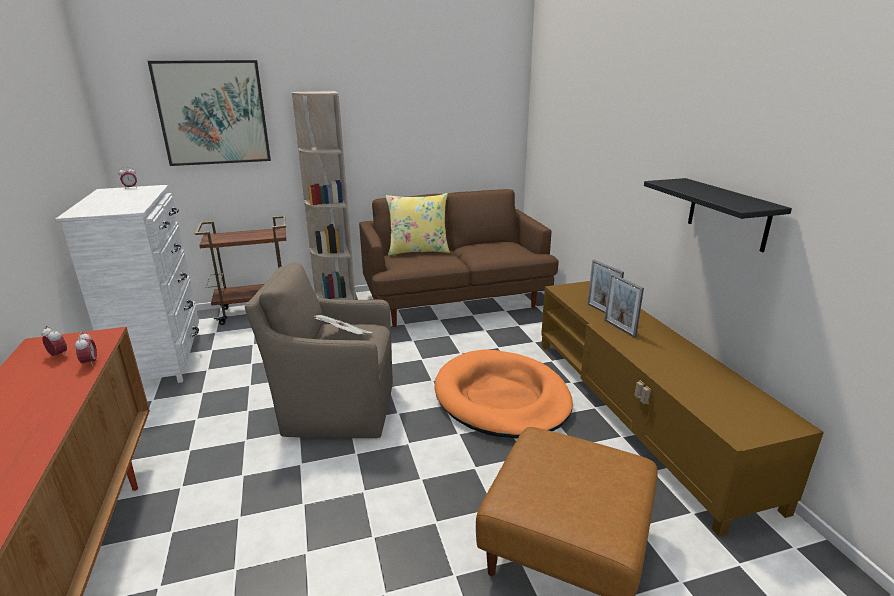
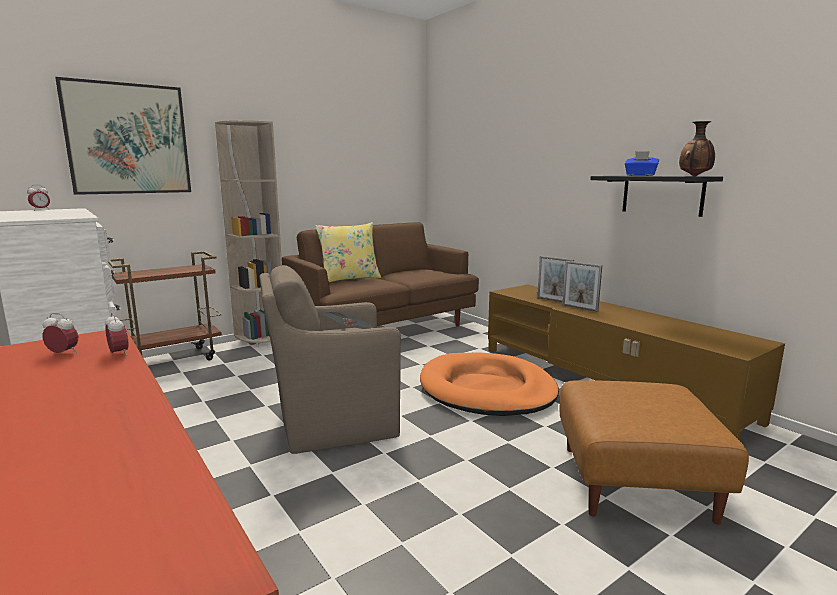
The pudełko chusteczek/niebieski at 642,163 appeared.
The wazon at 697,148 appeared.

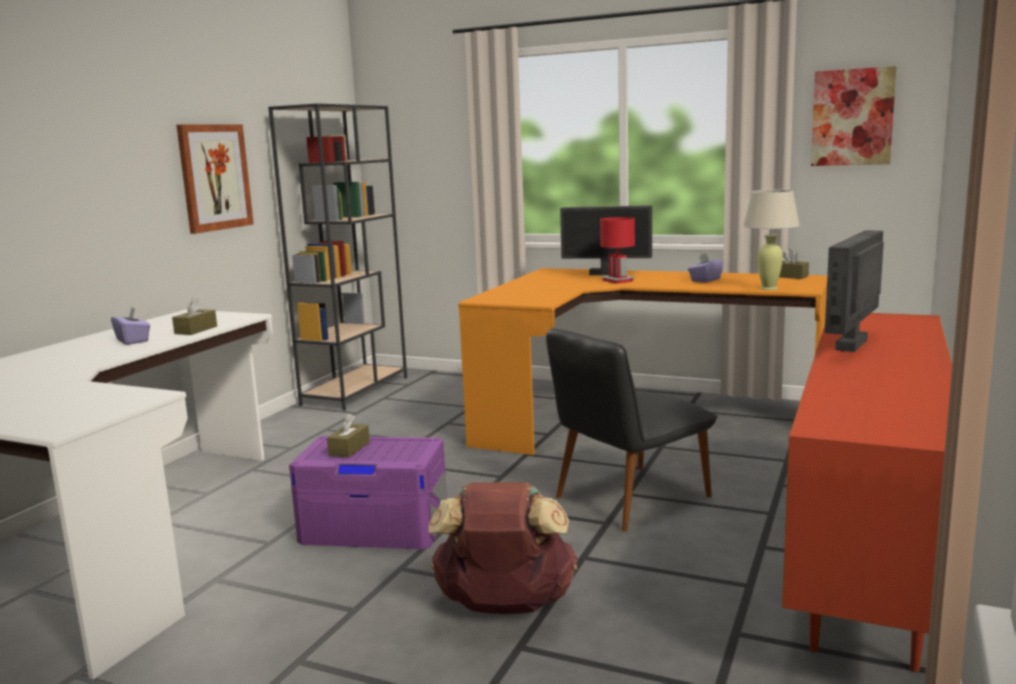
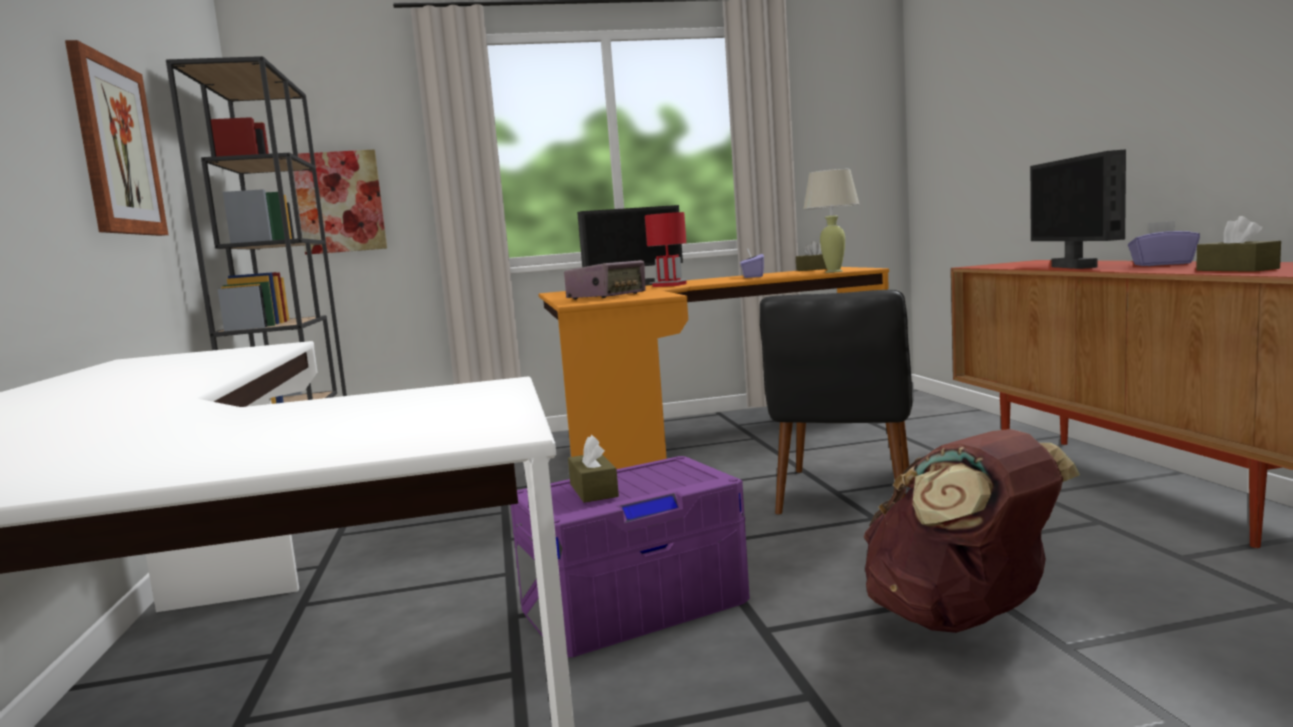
The radio at 604,280 appeared.
The pudełko chusteczek/fioletowy moved from 130,325 to 1164,243.
The pudełko chusteczek/brązowy moved from 194,316 to 1238,244.
The obraz moved from 853,116 to 340,202.

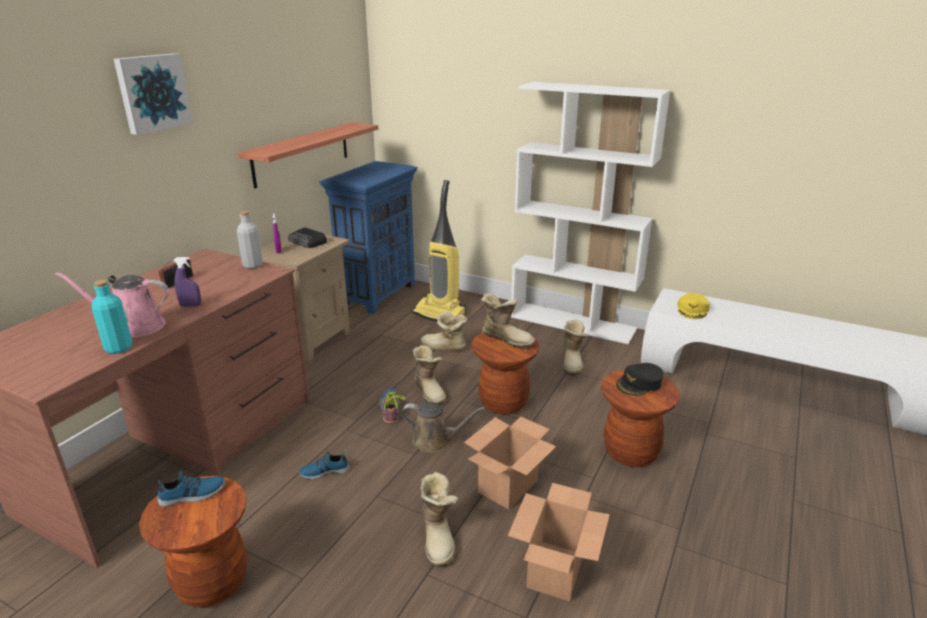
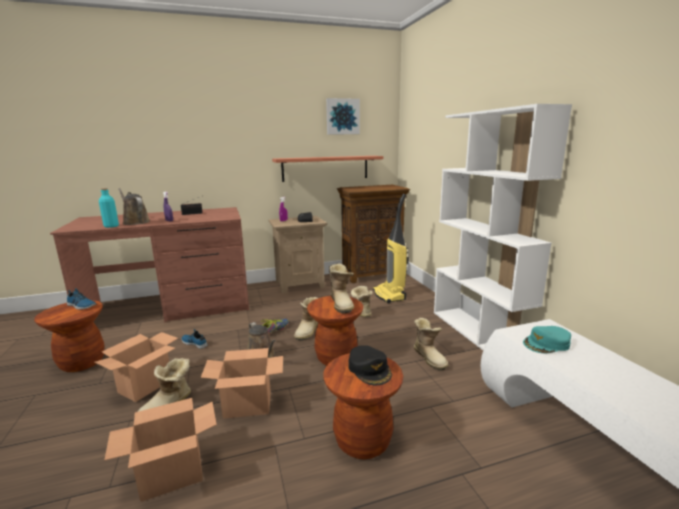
The butelka/szary at 250,240 disappeared.
The karton at 136,367 appeared.
The obraz moved from 153,94 to 343,116.
The konewka/różowy at 112,305 became the konewka/brązowy at 134,206.
The szafka/niebieski at 368,237 became the szafka/brązowy at 373,234.
The czapka z daszkiem/żółty at 693,306 became the czapka z daszkiem/turkusowy at 547,339.
The but z cholewką at 576,348 turned 75 degrees counterclockwise.
The czapka z daszkiem/czarny at 639,379 turned 120 degrees counterclockwise.

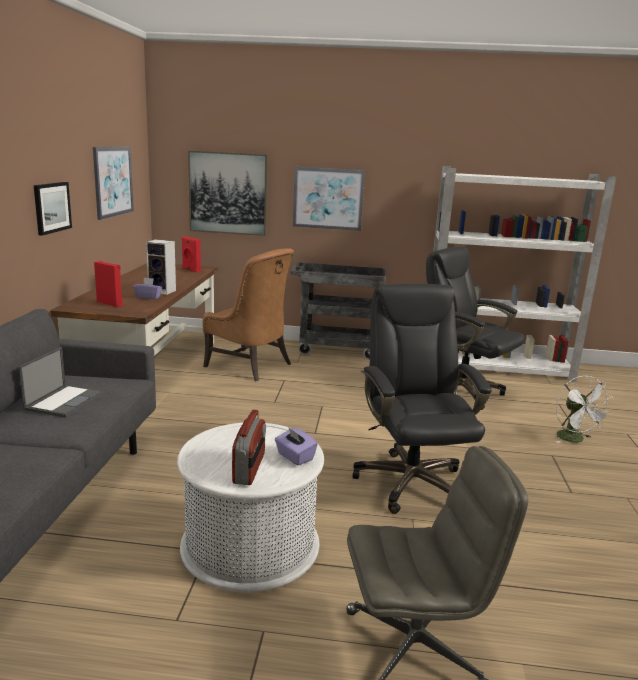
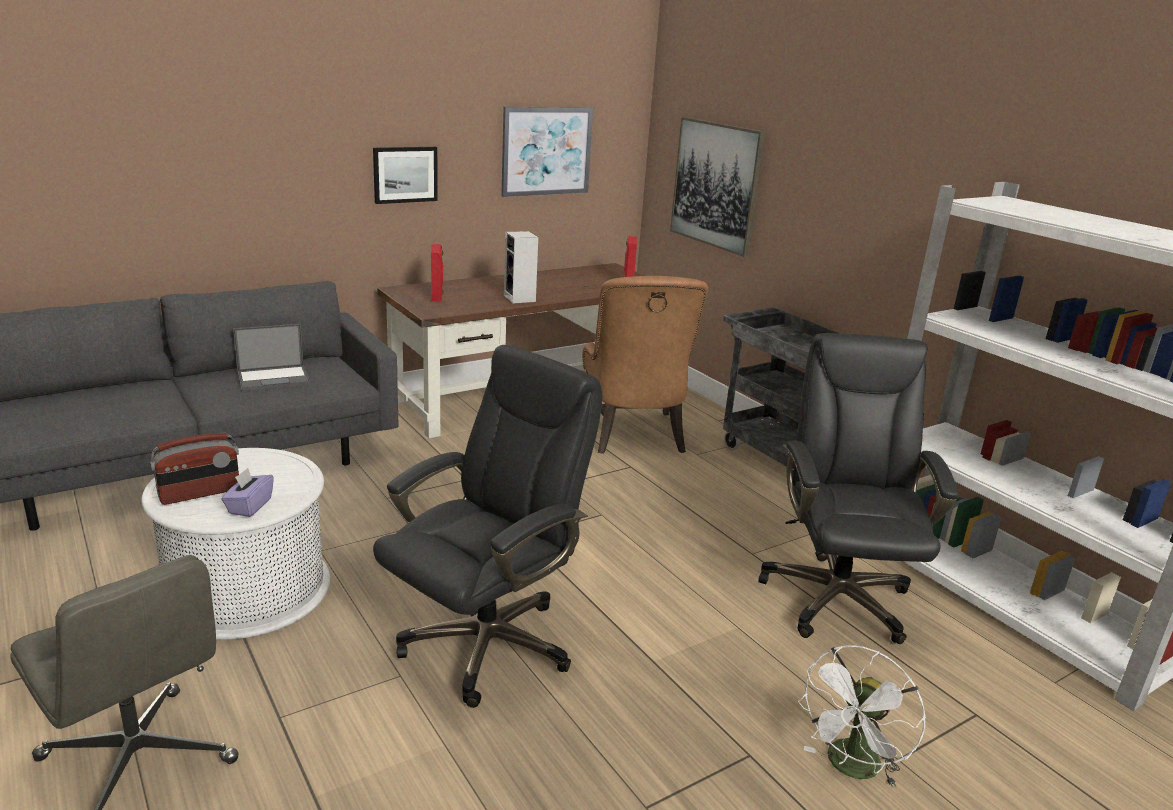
The pudełko chusteczek/fioletowy at 147,288 disappeared.
The obraz at 329,199 disappeared.

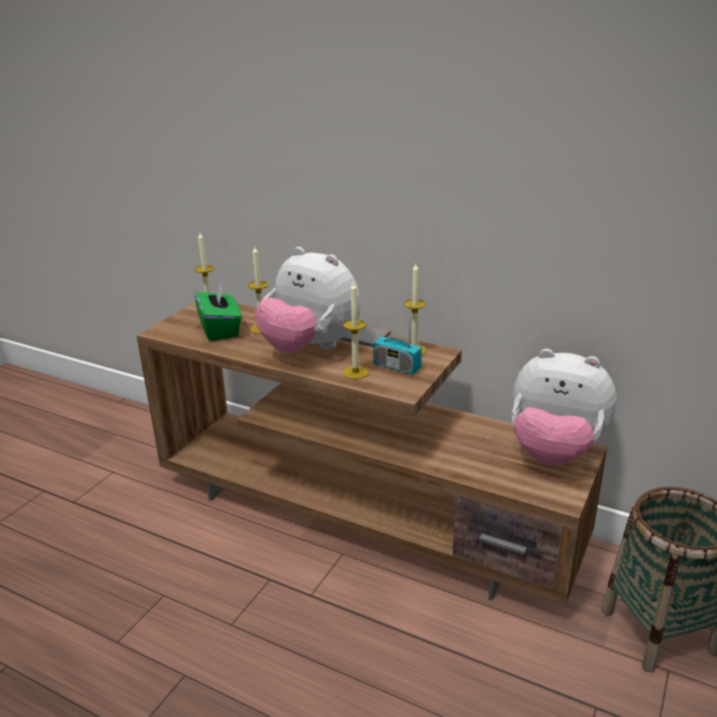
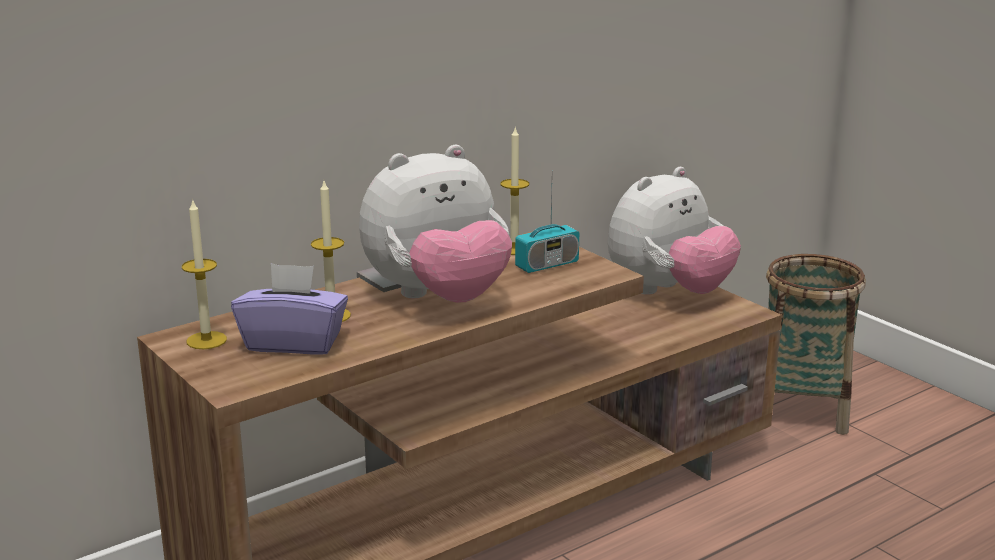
The świeca at 356,330 disappeared.
The pudełko chusteczek/zielony at 218,311 became the pudełko chusteczek/fioletowy at 289,309.

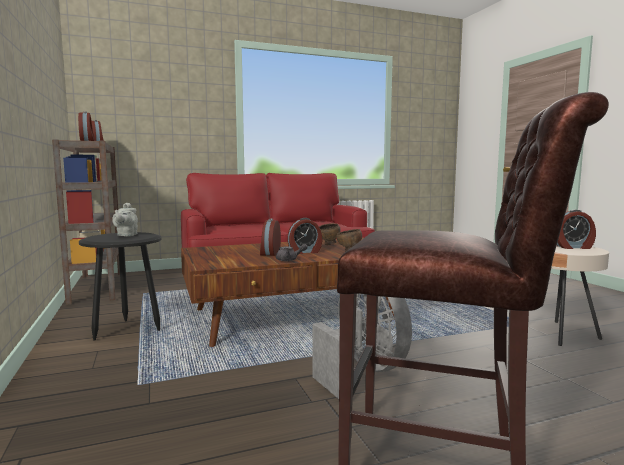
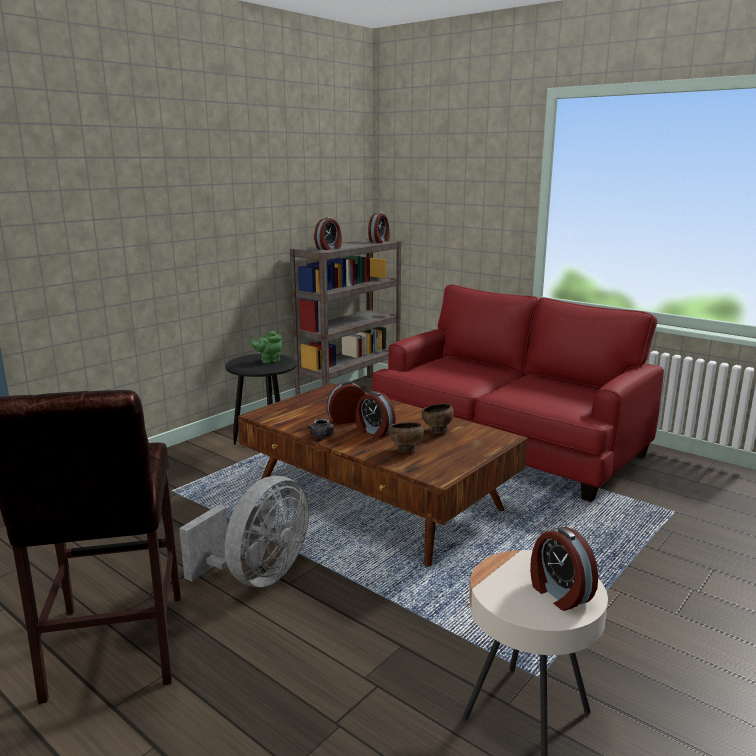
The imbryk/szary at 125,219 became the imbryk/zielony at 266,347.

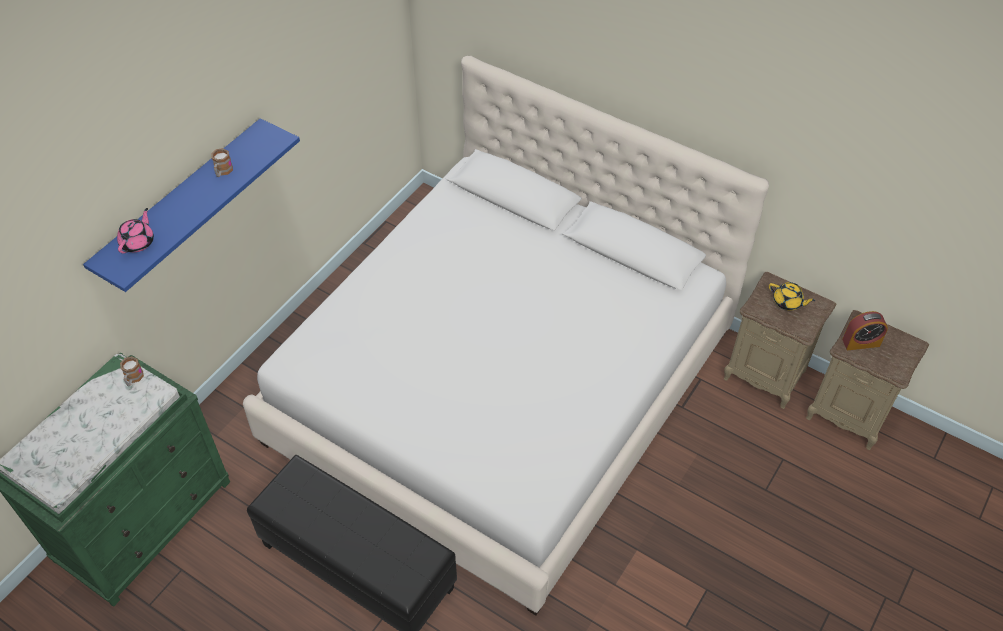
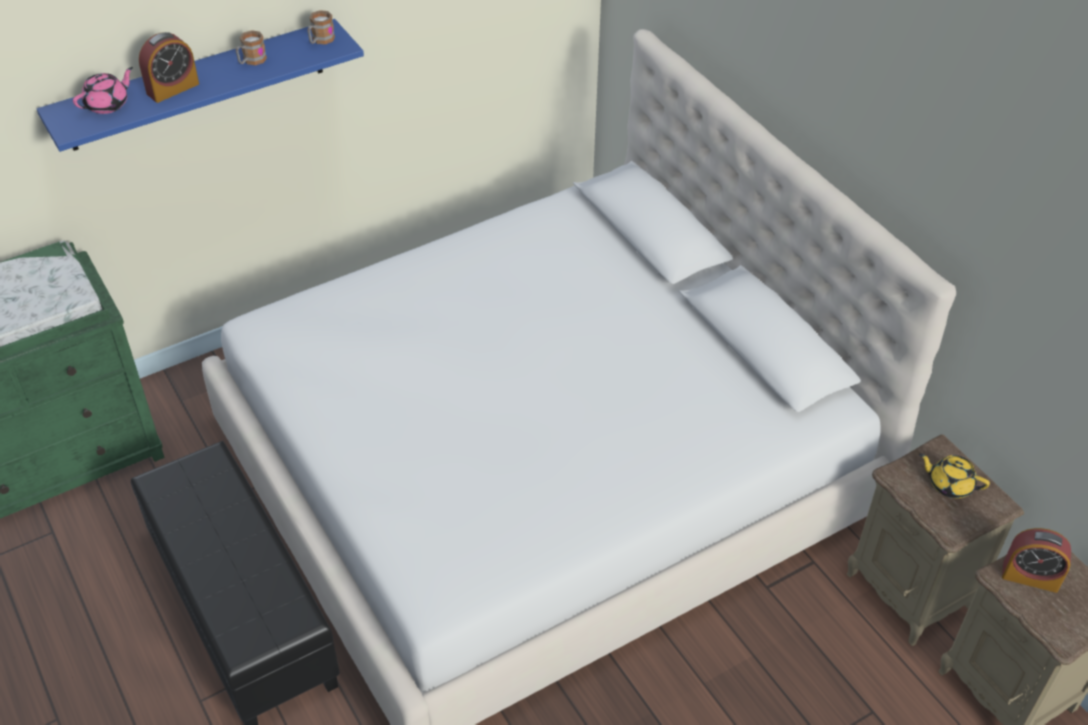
The budzik at 169,67 appeared.
The kubek moved from 132,371 to 321,27.
The imbryk/żółty at 792,296 turned 150 degrees clockwise.

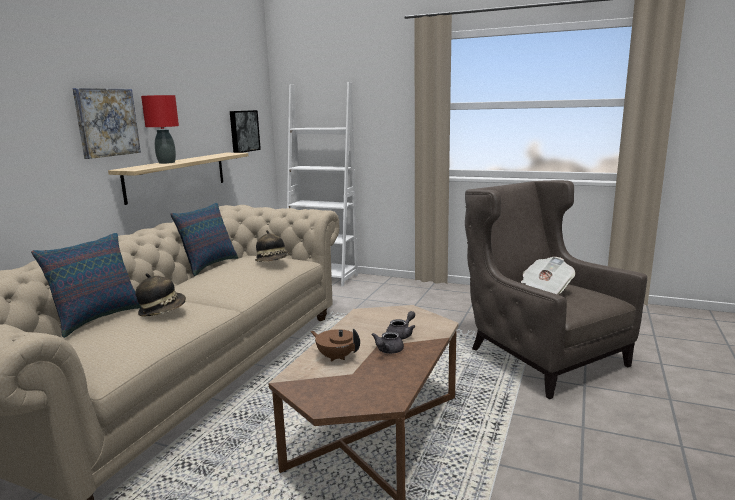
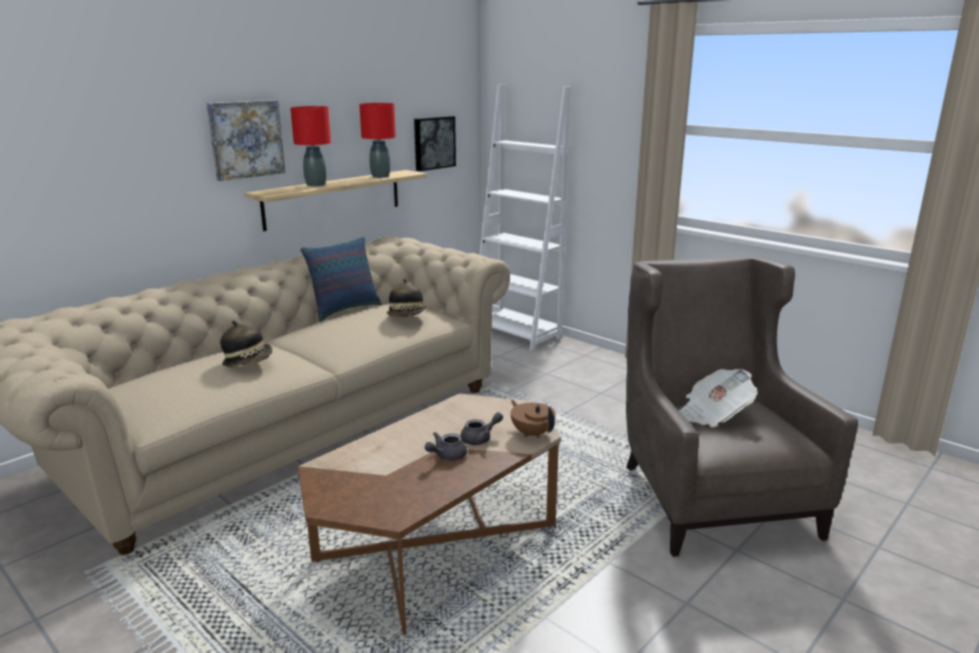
The poduszka/niebieski at 86,285 disappeared.
The lampa stołowa/czerwony at 377,140 appeared.
The imbryk/brązowy moved from 335,345 to 533,419.

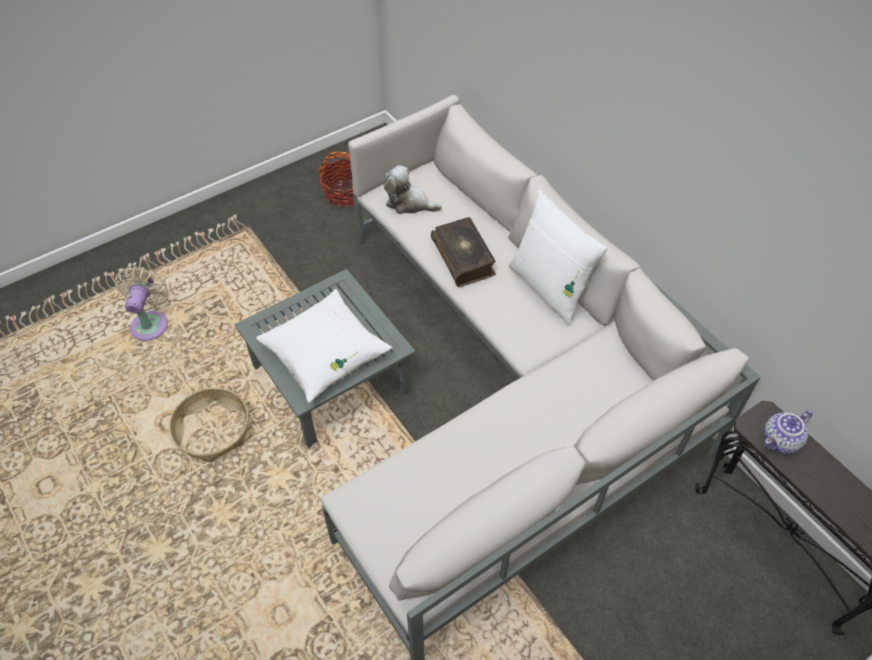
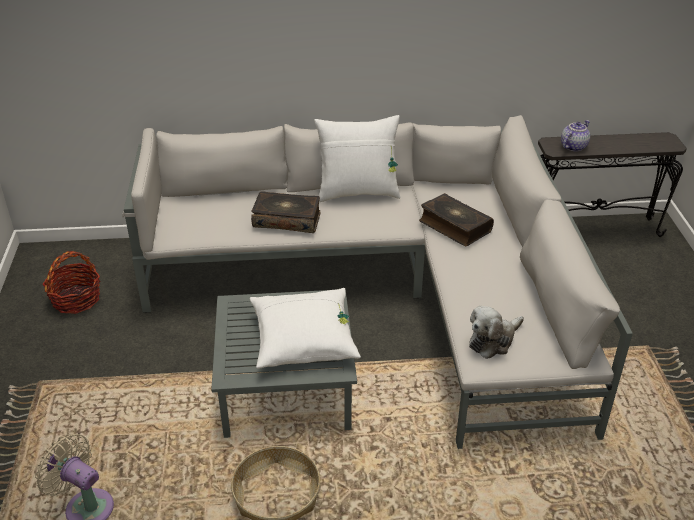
The książka at 456,219 appeared.
The pluszak moved from 413,189 to 496,332.
The imbryk at 788,432 turned 135 degrees counterclockwise.

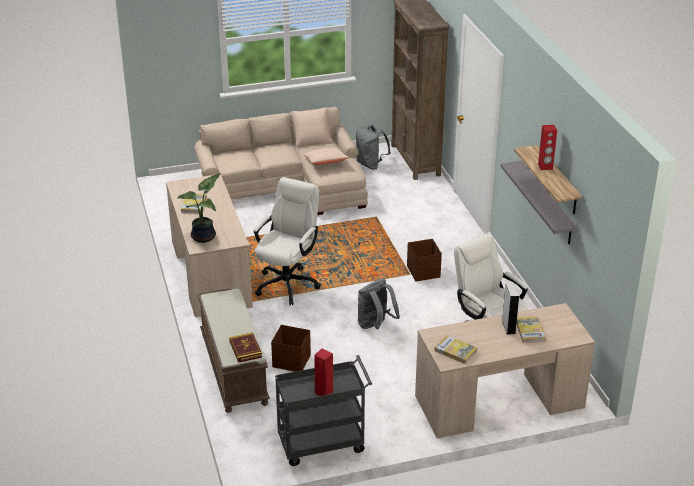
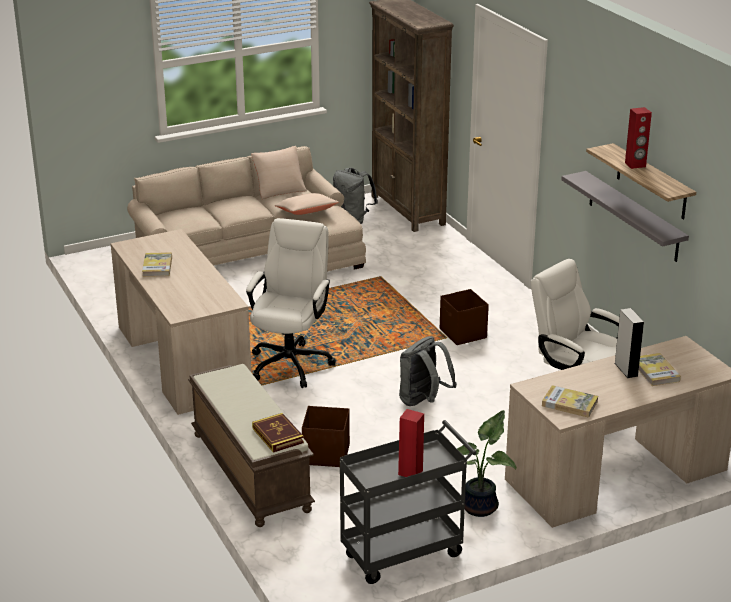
The roślina doniczkowa moved from 199,208 to 486,463.

